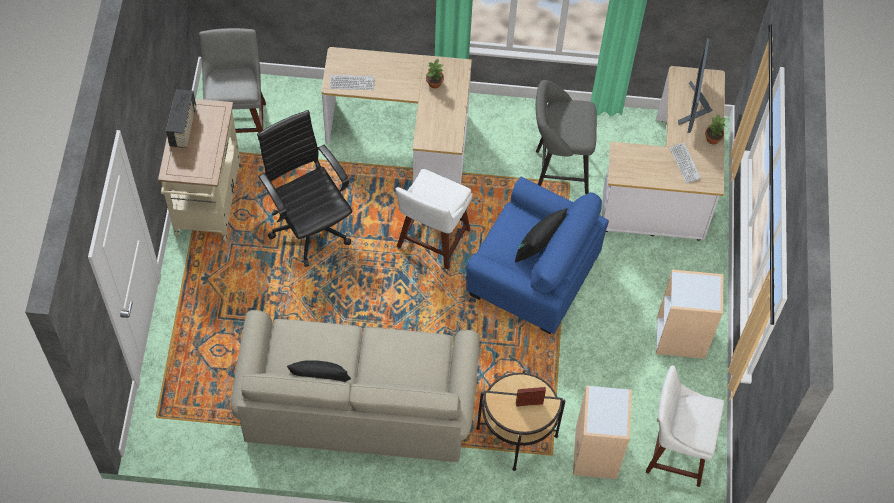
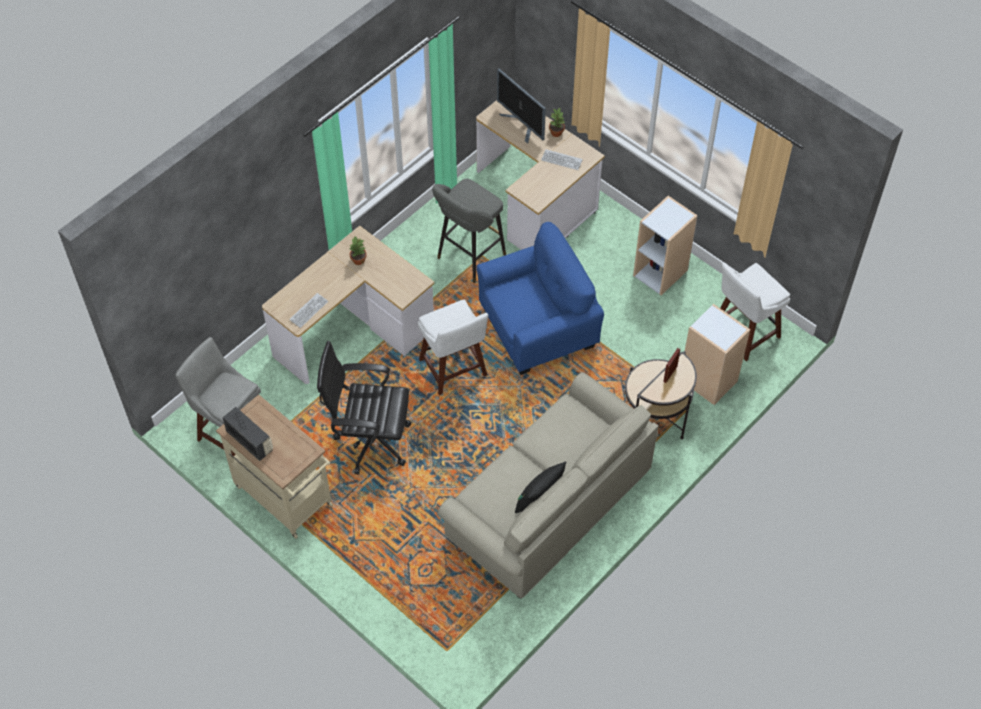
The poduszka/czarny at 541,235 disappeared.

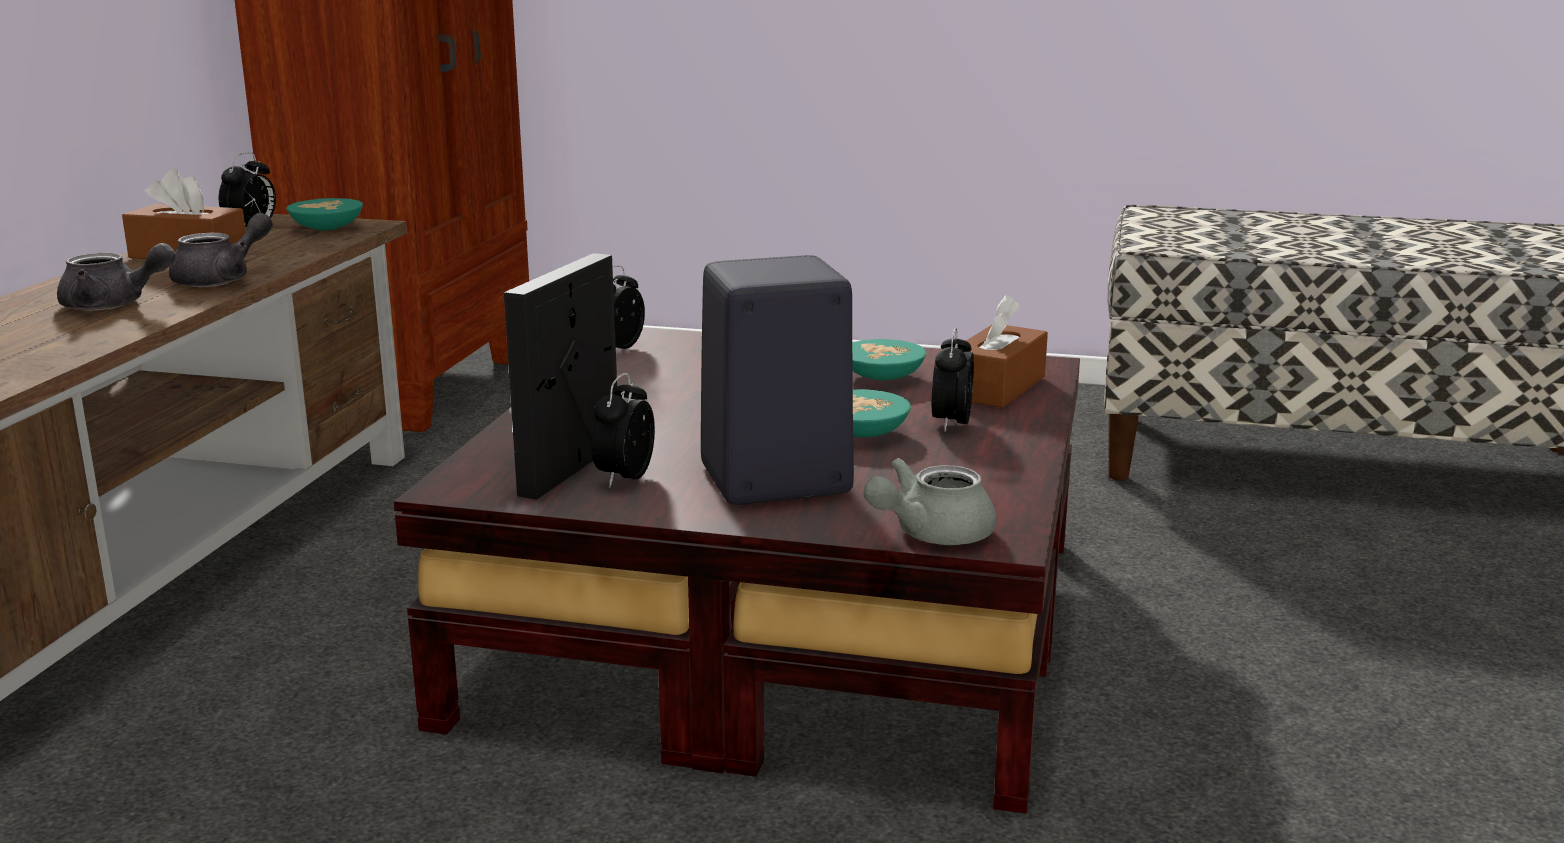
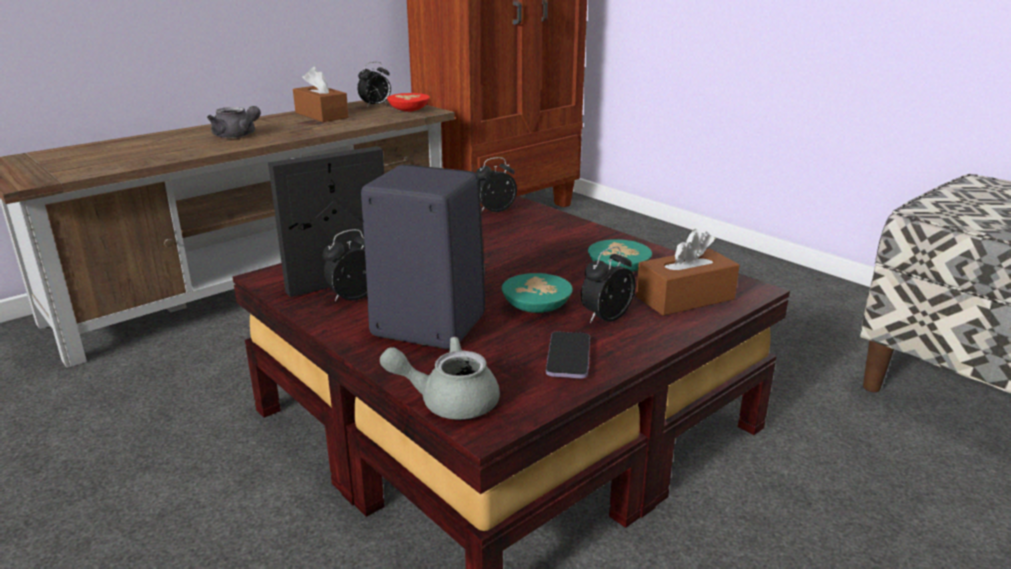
The imbryk/szary at 221,250 disappeared.
The telefon at 568,355 appeared.
The miska/turkusowy at 324,214 became the miska/czerwony at 408,102.

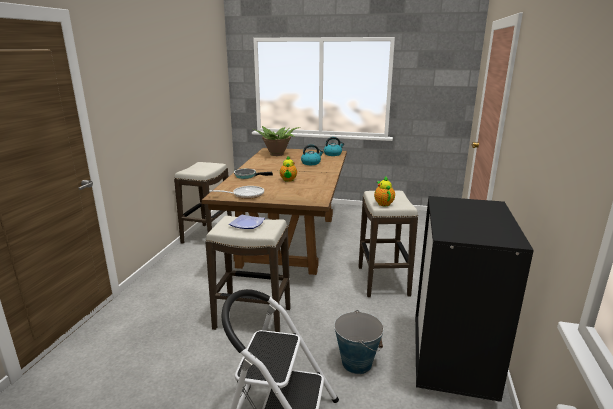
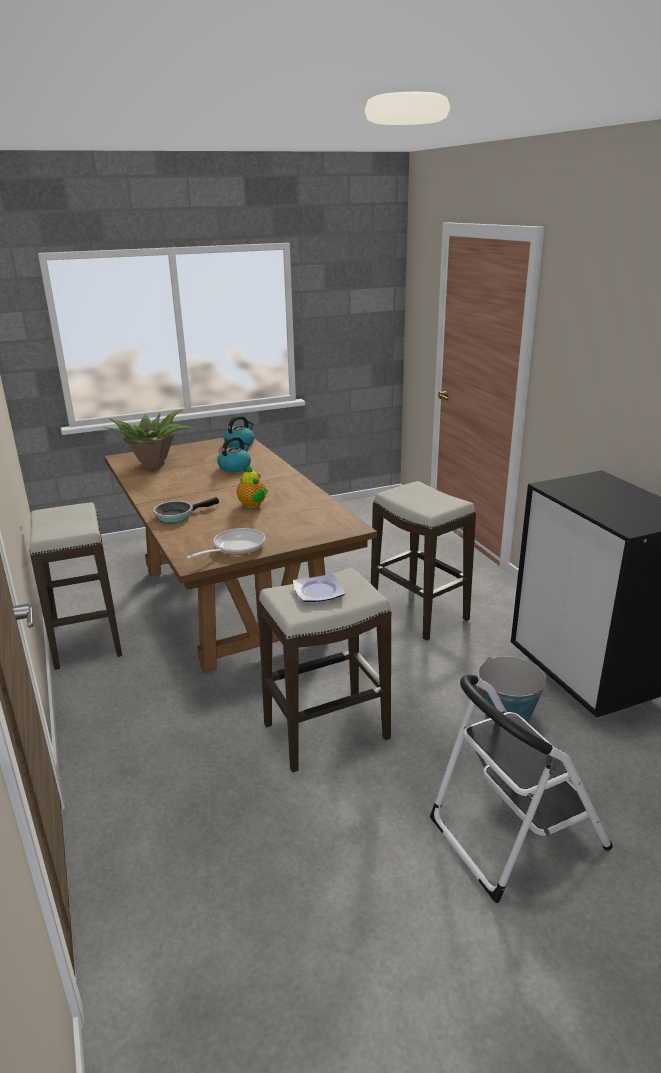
The imbryk at 384,191 disappeared.

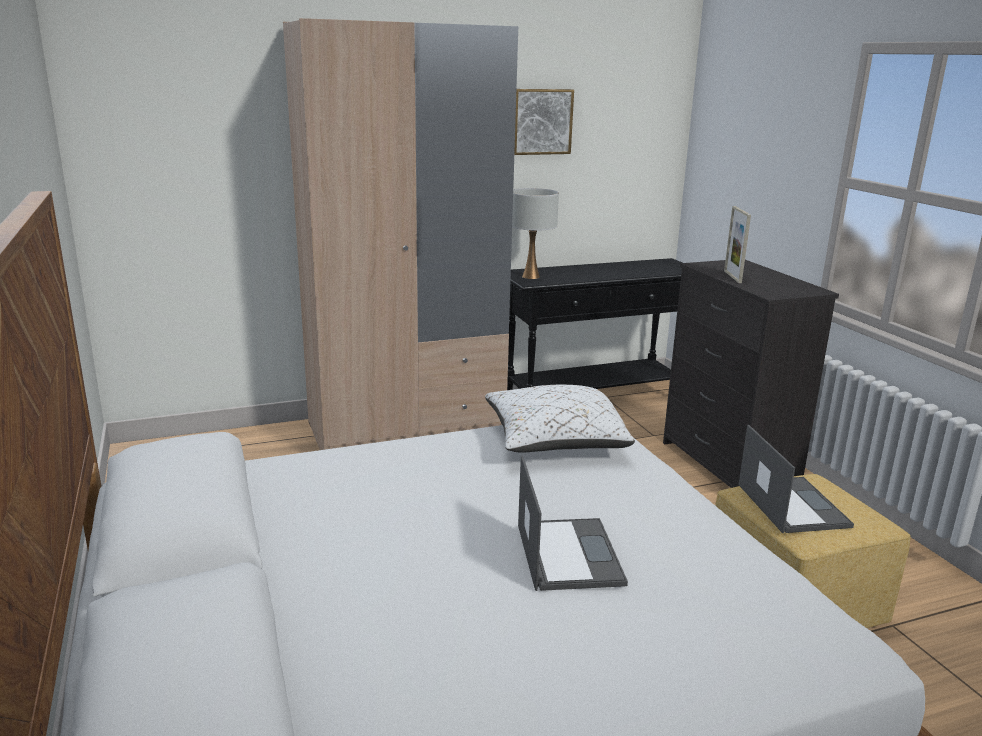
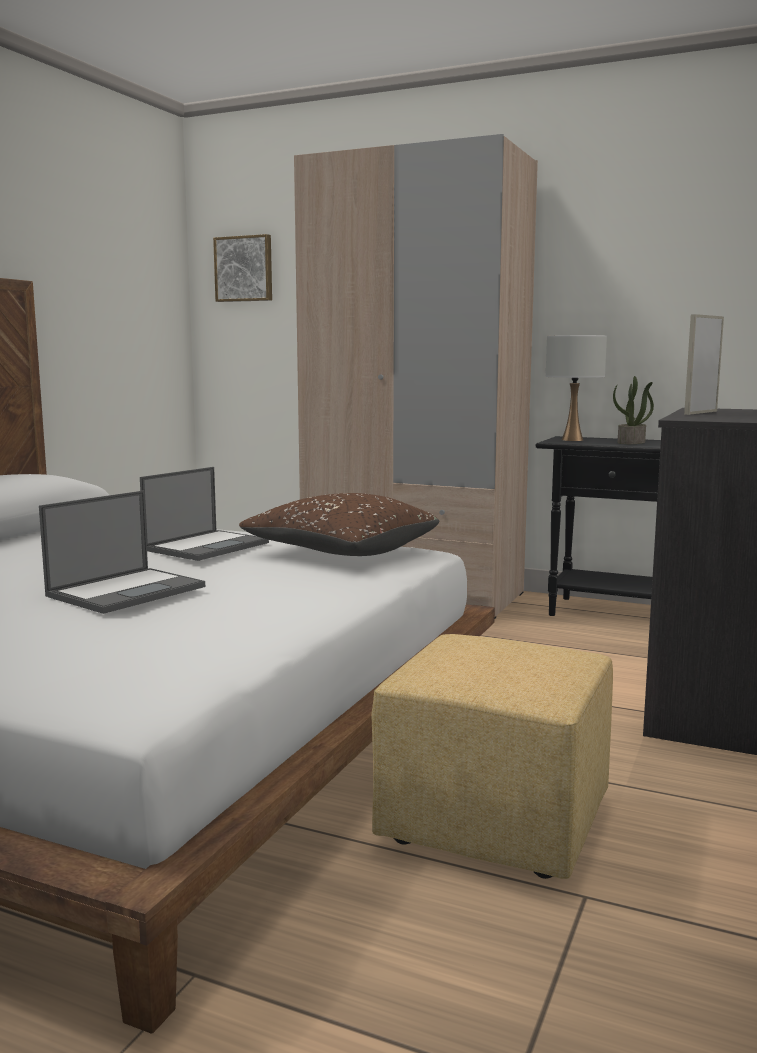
The roślina doniczkowa at 633,410 appeared.
The obraz moved from 544,122 to 242,268.
The laptop moved from 796,479 to 204,514.
The poduszka/biały at 560,418 became the poduszka/brązowy at 339,524.

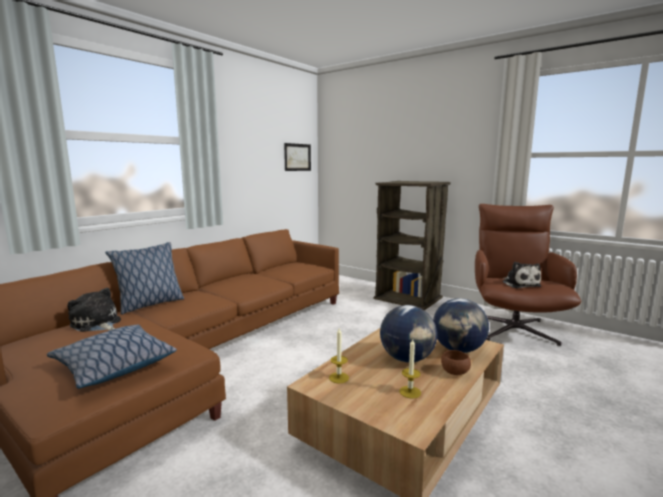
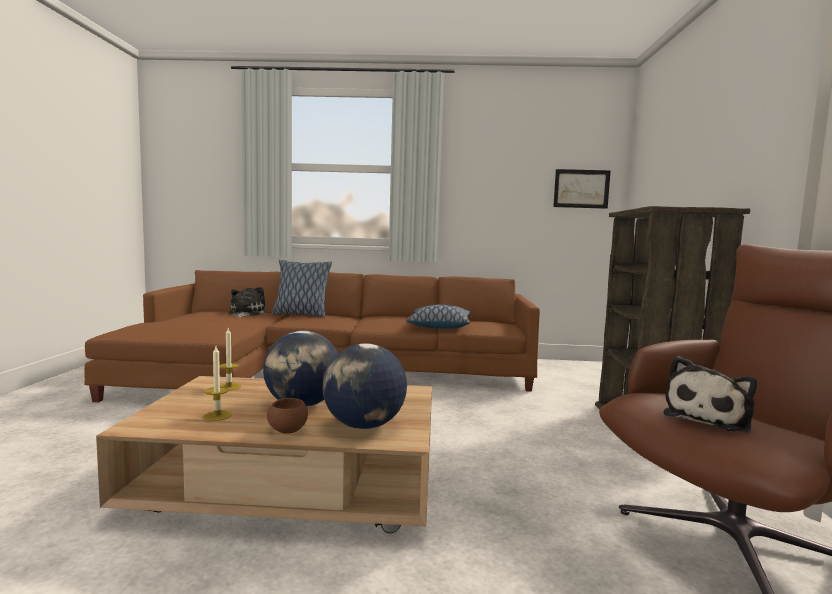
The poduszka moved from 112,357 to 438,317.

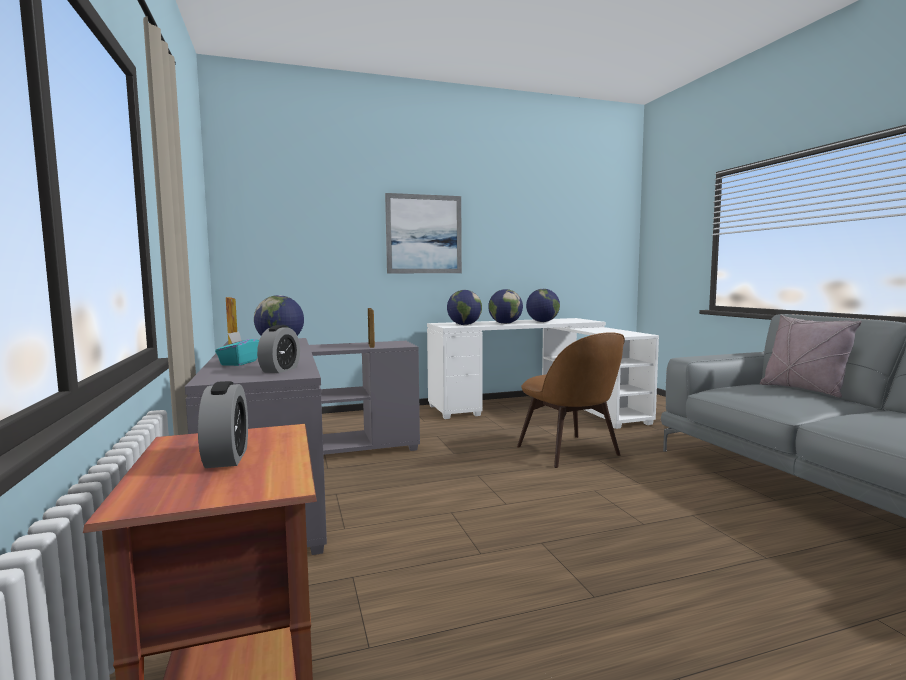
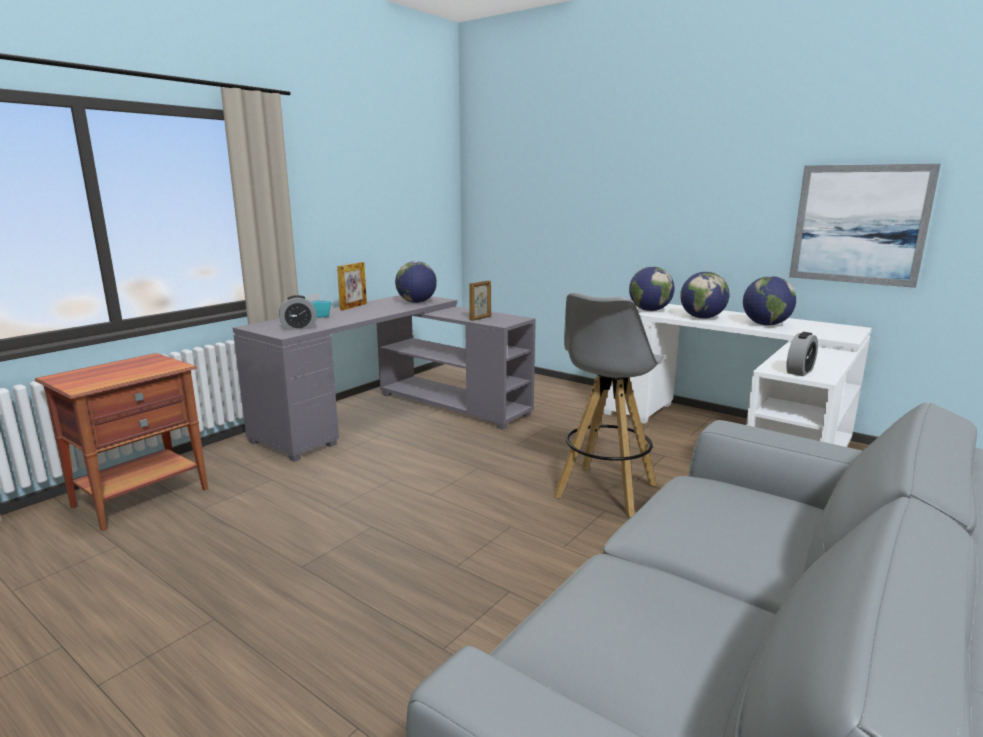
The poduszka/fioletowy at 811,356 disappeared.
The budzik moved from 223,424 to 802,354.
The obraz moved from 423,233 to 865,226.
The krzesło/brązowy at 571,400 was replaced by the stołek/szary at 610,405.

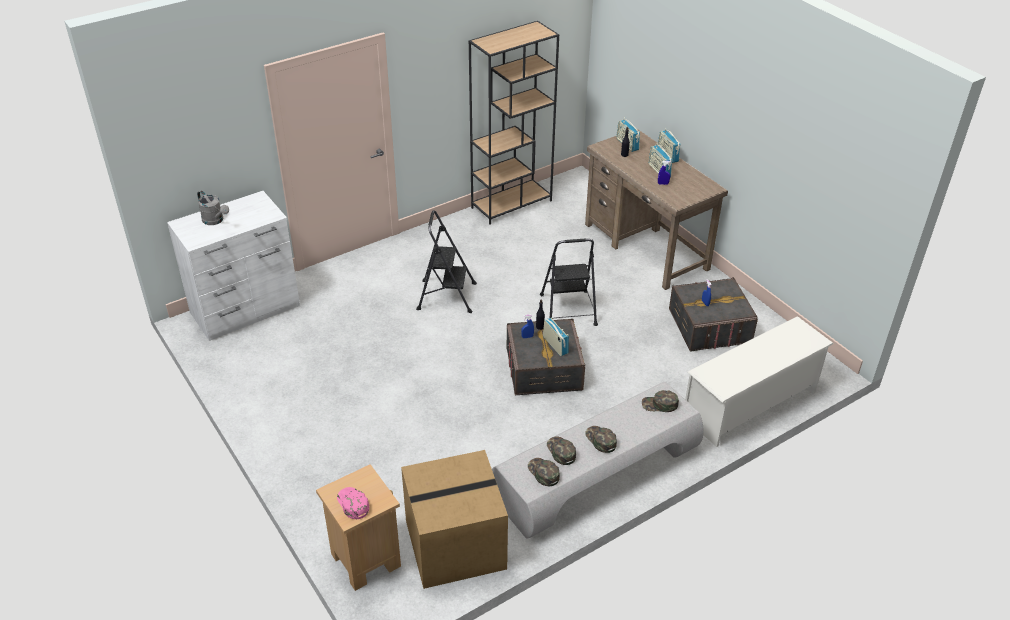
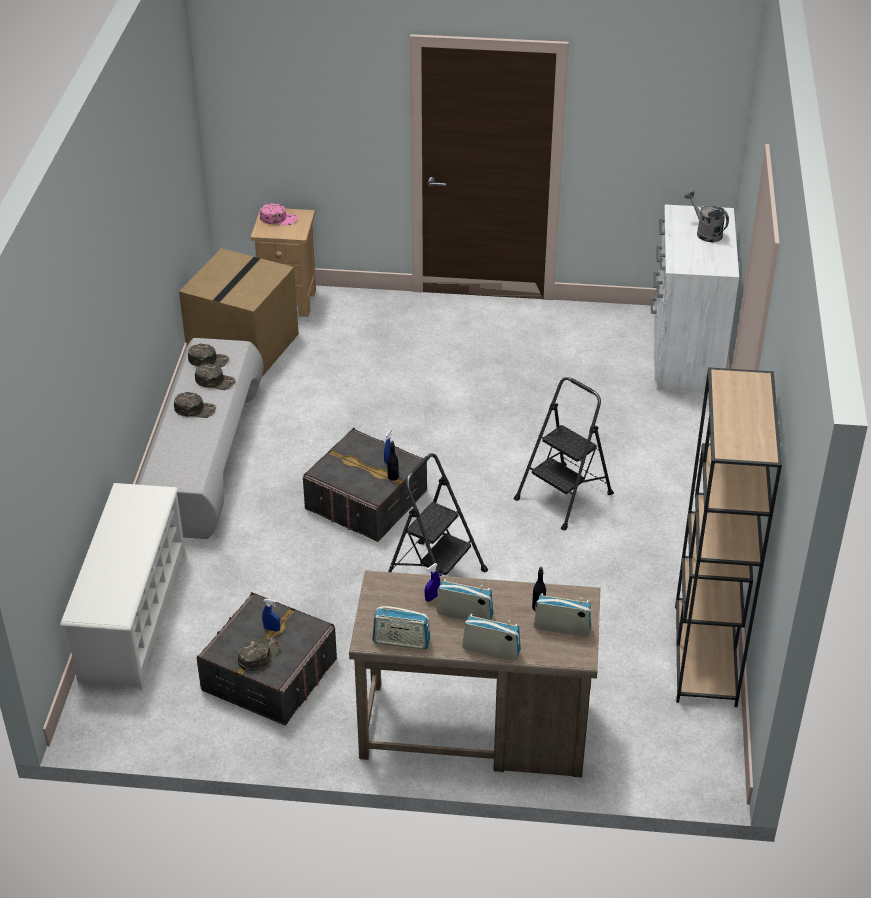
The radio moved from 556,336 to 401,627.
The czapka z daszkiem/zielony moved from 660,401 to 260,654.
The konewka/szary at 213,207 turned 60 degrees clockwise.

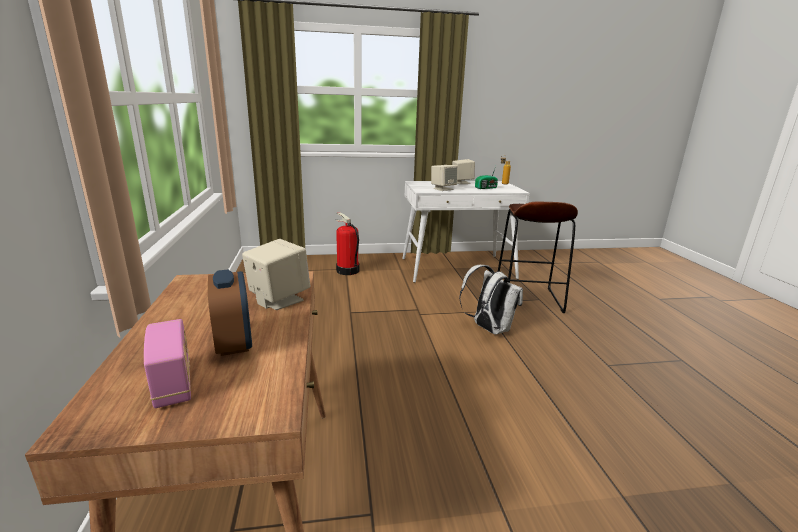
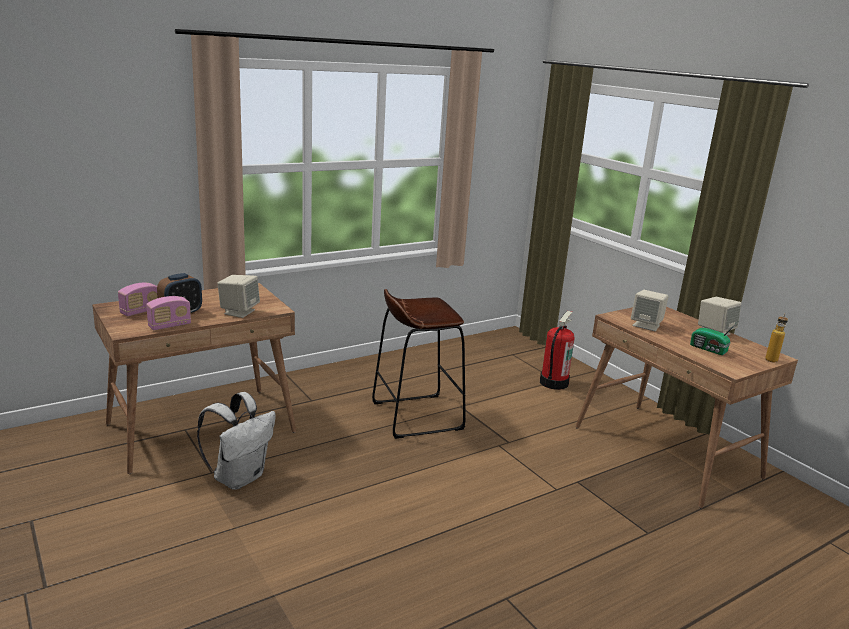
The radio at 168,313 appeared.
The plecak/biały moved from 491,300 to 236,441.
The stołek/brązowy moved from 538,257 to 419,364.
The biurko/biały at 466,232 became the biurko/brązowy at 686,407.

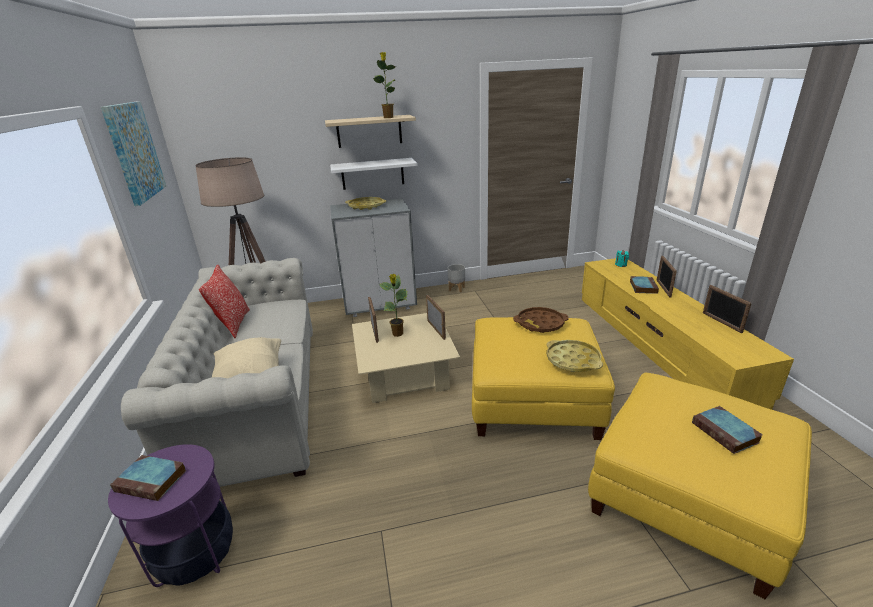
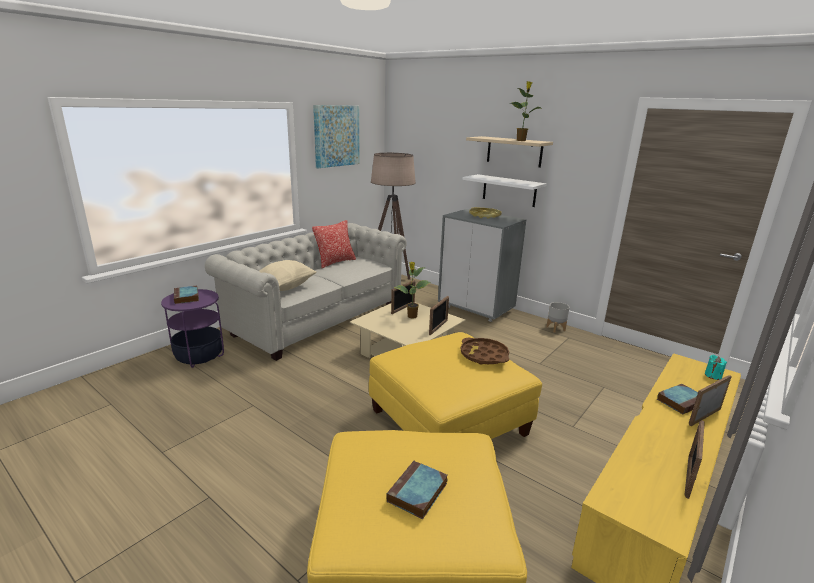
The taca/żółty at 575,356 disappeared.

